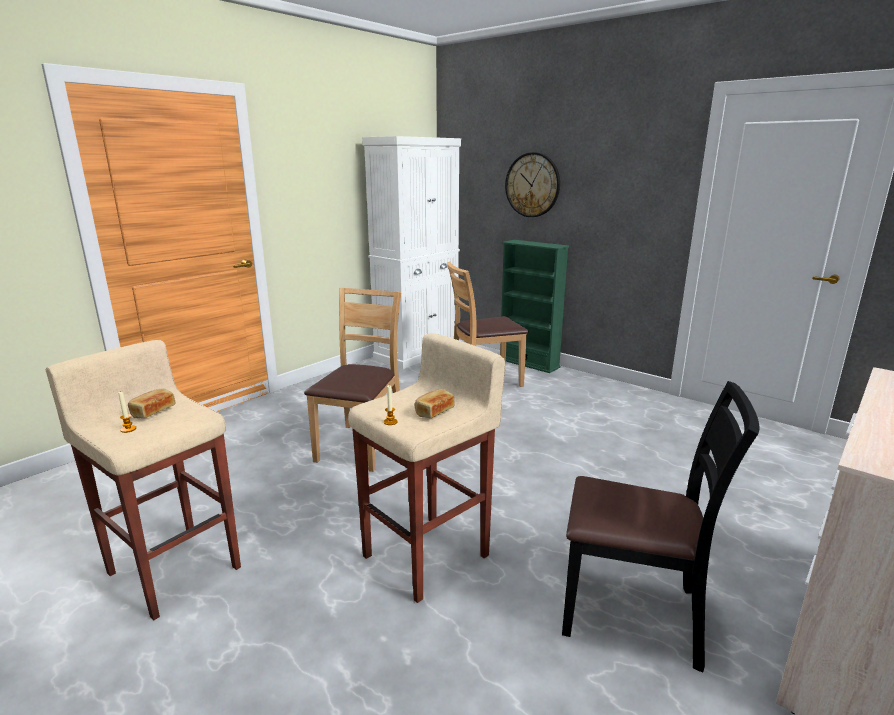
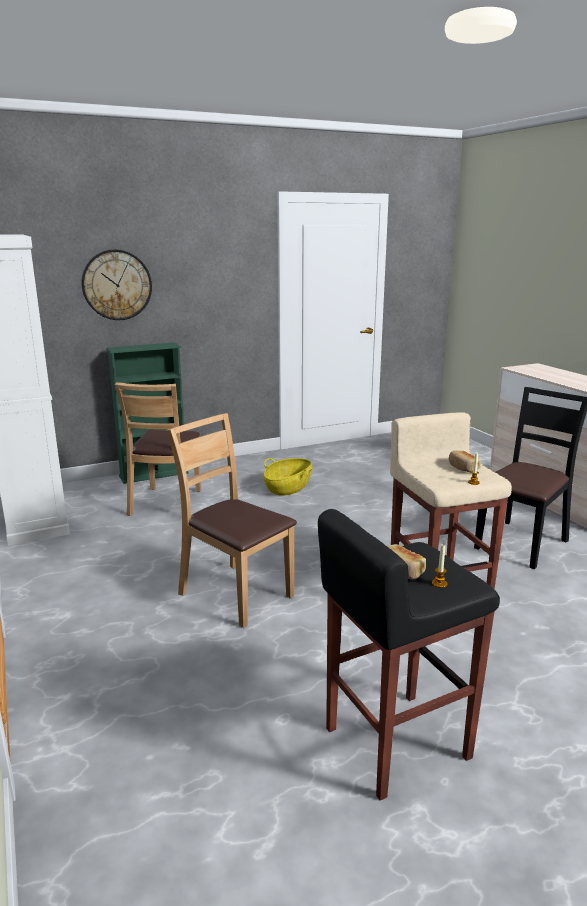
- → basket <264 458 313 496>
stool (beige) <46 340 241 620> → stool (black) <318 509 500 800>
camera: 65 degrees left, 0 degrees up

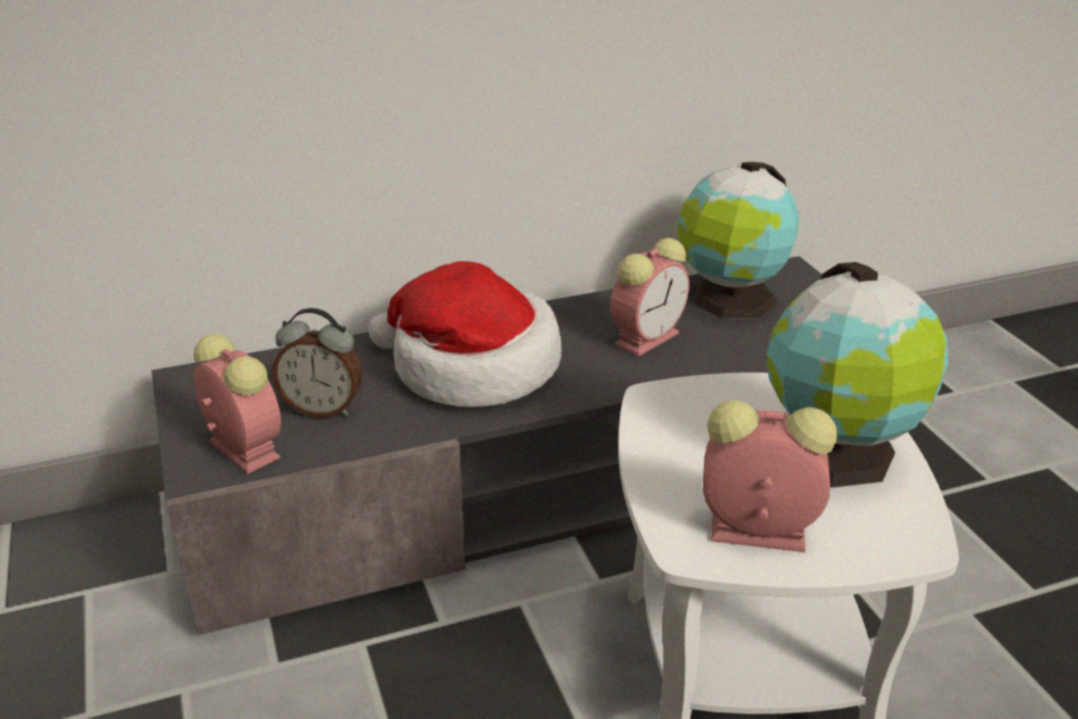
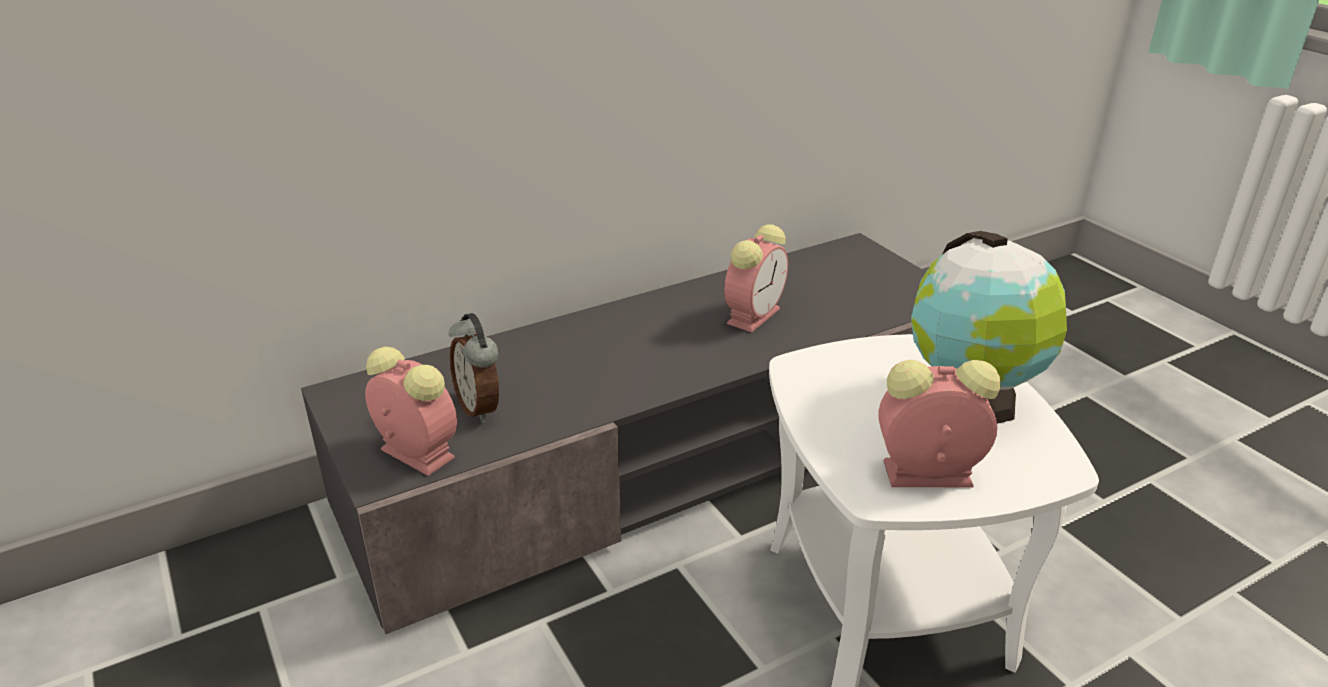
alarm clock <272 308 363 418> → alarm clock <449 313 499 423>, 60 degrees clockwise
hat <369 261 561 408> → -
globe <677 162 799 318> → -
camera: 10 degrees left, 0 degrees up

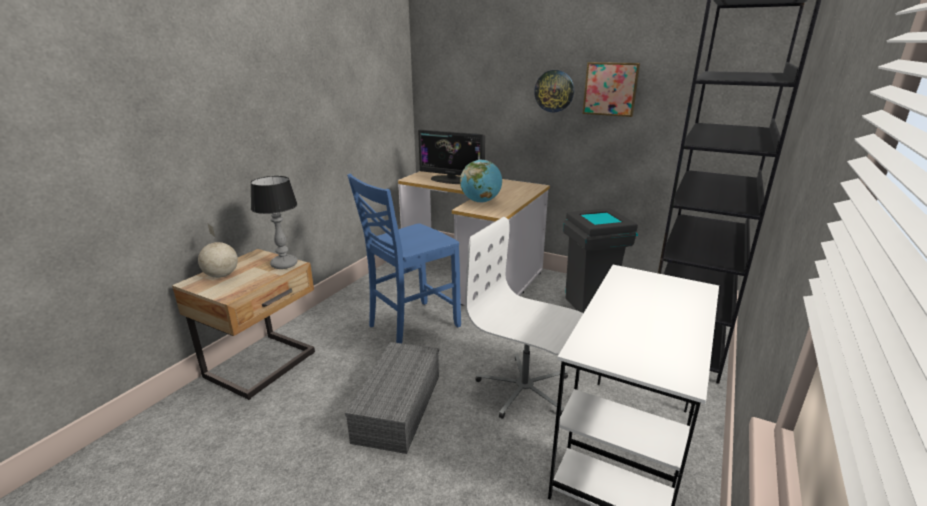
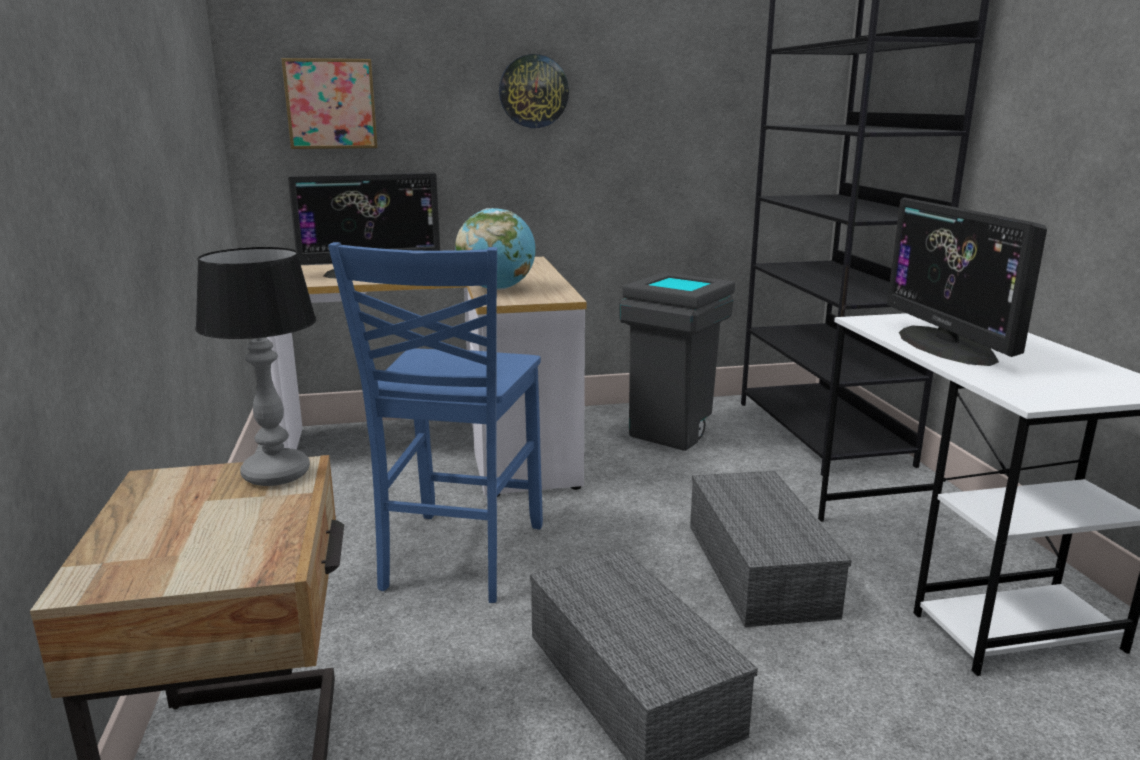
picture <583 62 640 117> → picture <281 58 378 149>, move
office chair (white) <465 217 583 419> → storage box (grey) <690 471 852 627>
- → monitor <887 197 1047 366>
globe <198 224 238 278> → -
camera: 40 degrees left, 5 degrees down

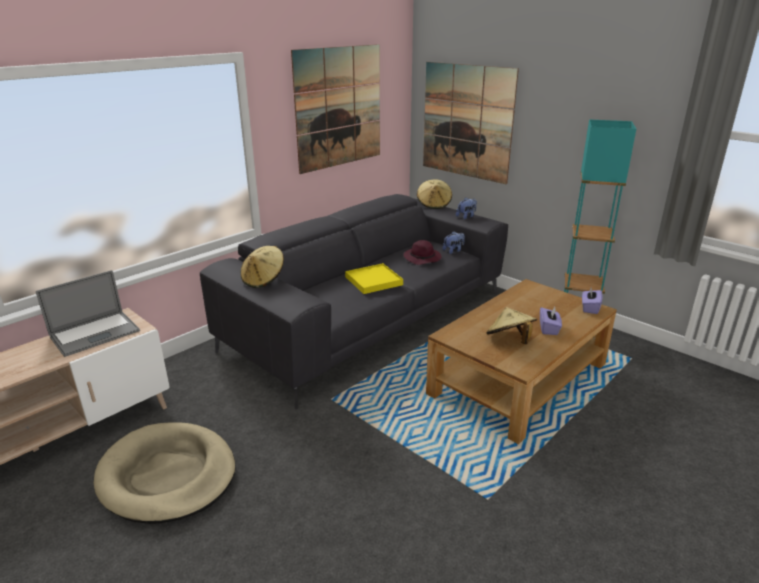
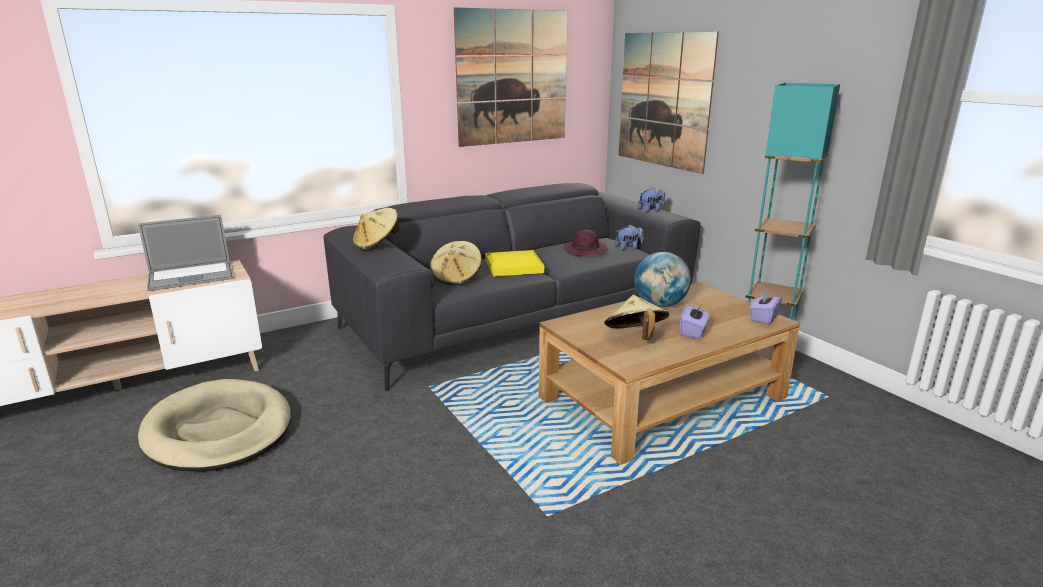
hat (beige) <417 179 452 209> → hat (beige) <430 241 482 285>, move
- → globe <634 252 691 307>
camera: 15 degrees right, 5 degrees down

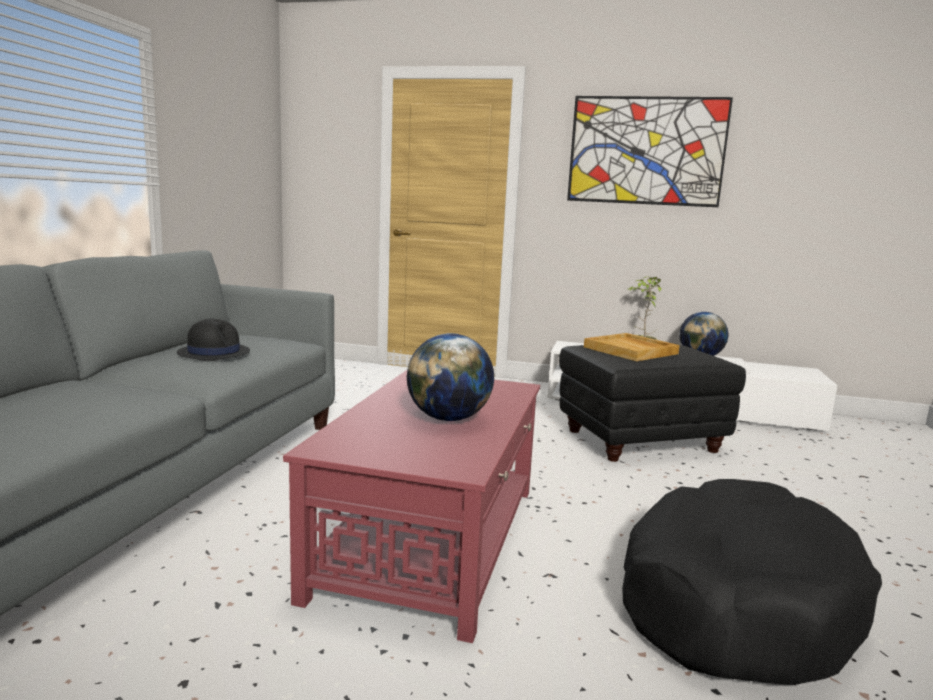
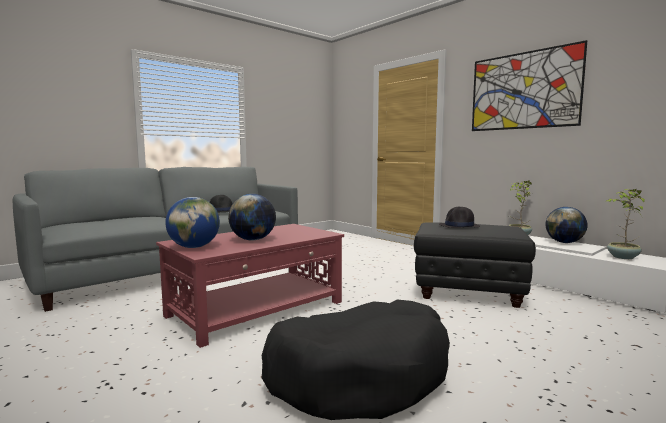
- → globe <165 197 220 248>
tray (beige) <584 333 680 361> → hat (black) <439 207 480 228>
- → potted plant <606 189 645 259>
camera: 35 degrees right, 5 degrees down

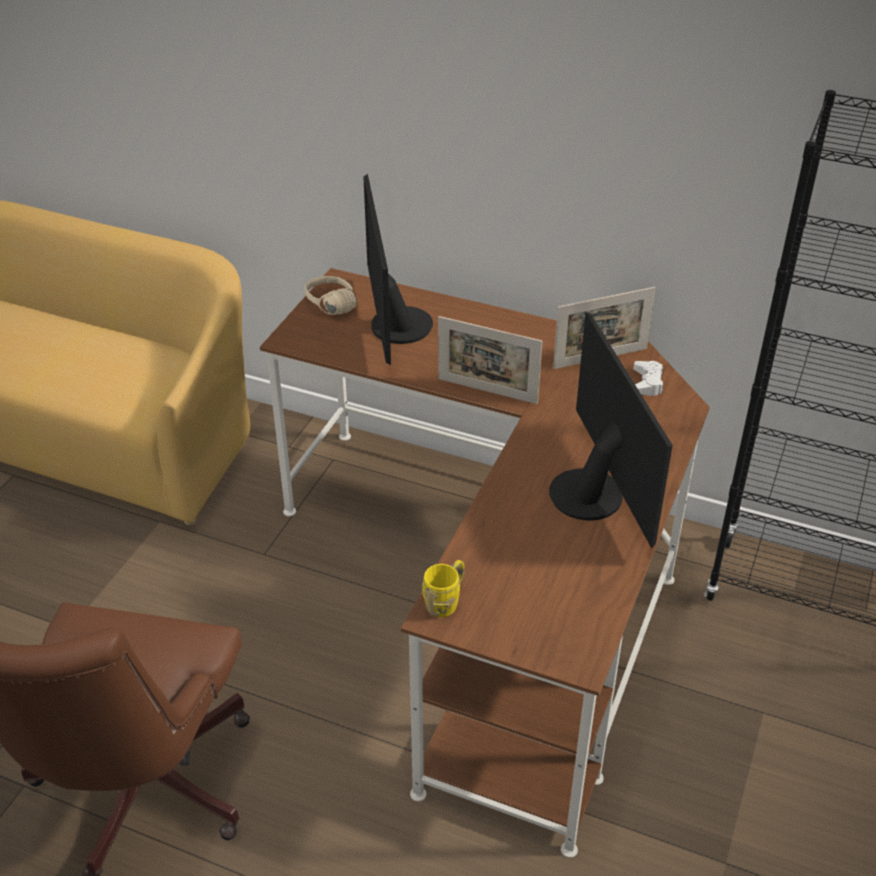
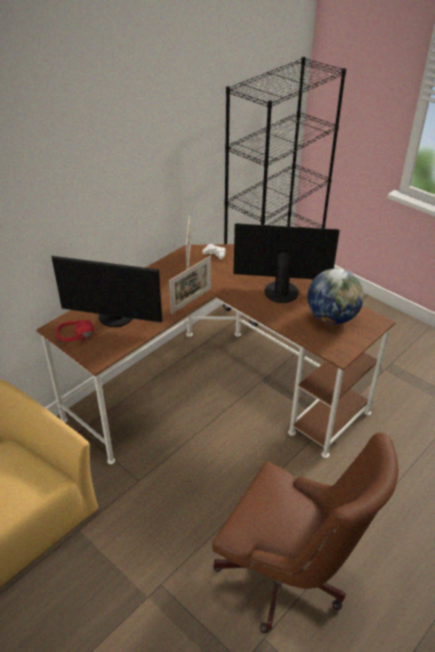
headphones (beige) <304 276 357 315> → headphones (red) <55 320 94 341>
- → globe <307 268 364 324>
mug (yellow) <422 560 465 617> → -
camera: 70 degrees left, 0 degrees up

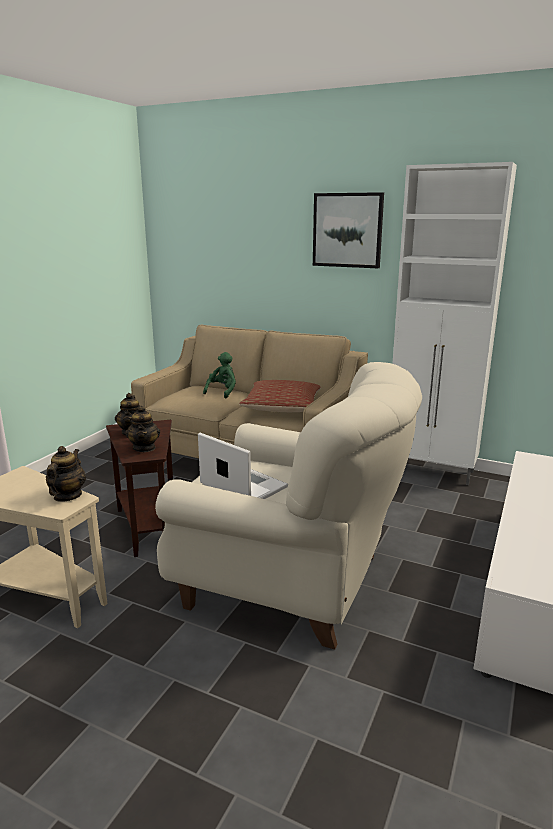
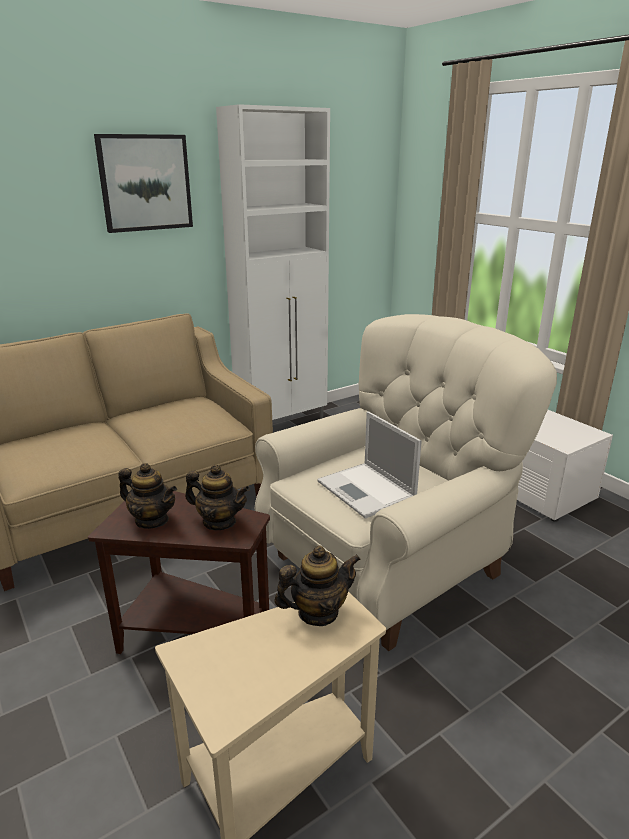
teapot <46 446 86 502> → teapot <274 546 361 626>, 120 degrees clockwise
laptop <198 433 288 499> → laptop <317 411 422 519>, 105 degrees counterclockwise
plush toy (green) <203 352 236 398> → -
pillow <239 380 321 412> → -
camera: 60 degrees left, 5 degrees up

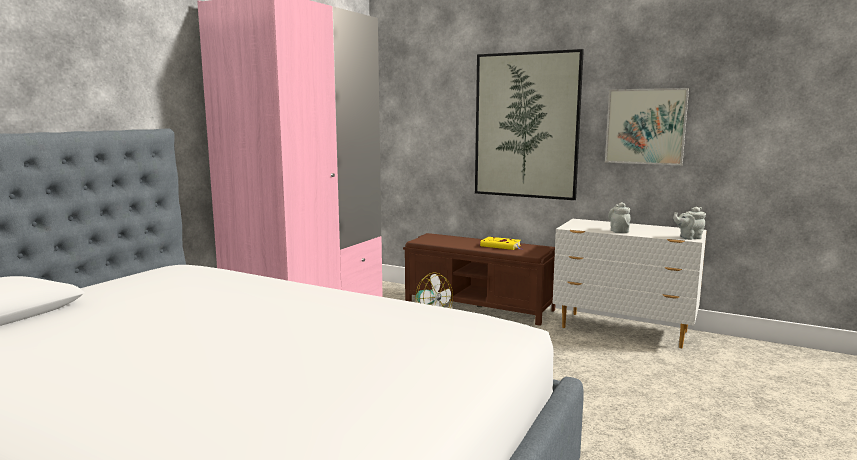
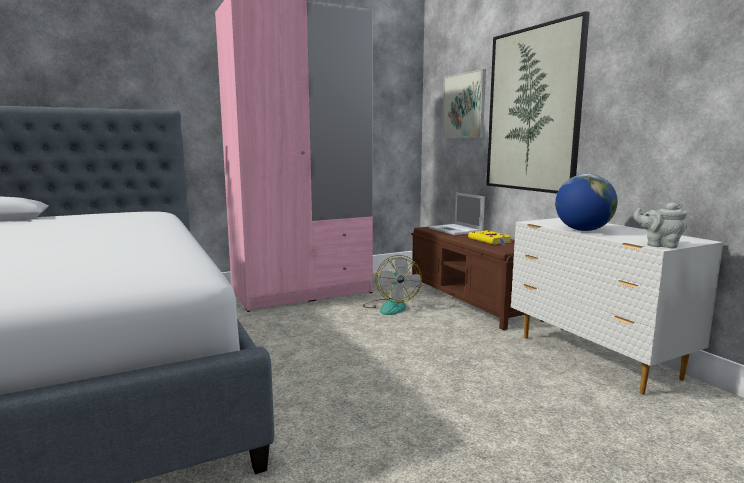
- → laptop <429 192 485 235>
picture <605 88 689 165> → picture <442 69 486 138>, move
teapot (grey) <608 202 630 233> → globe <555 174 618 231>
camera: 35 degrees right, 0 degrees up

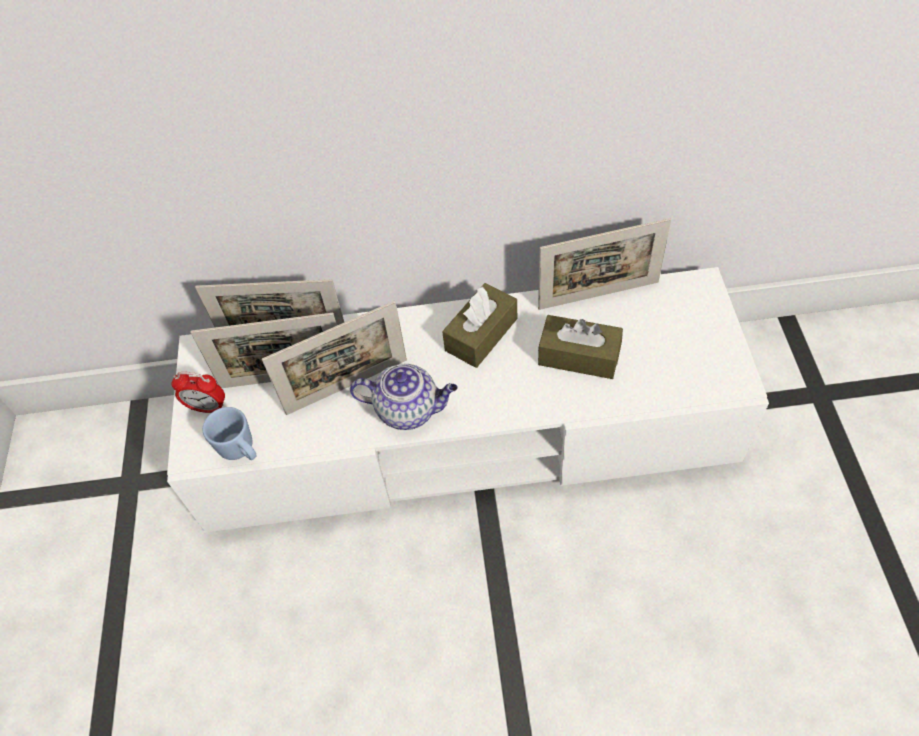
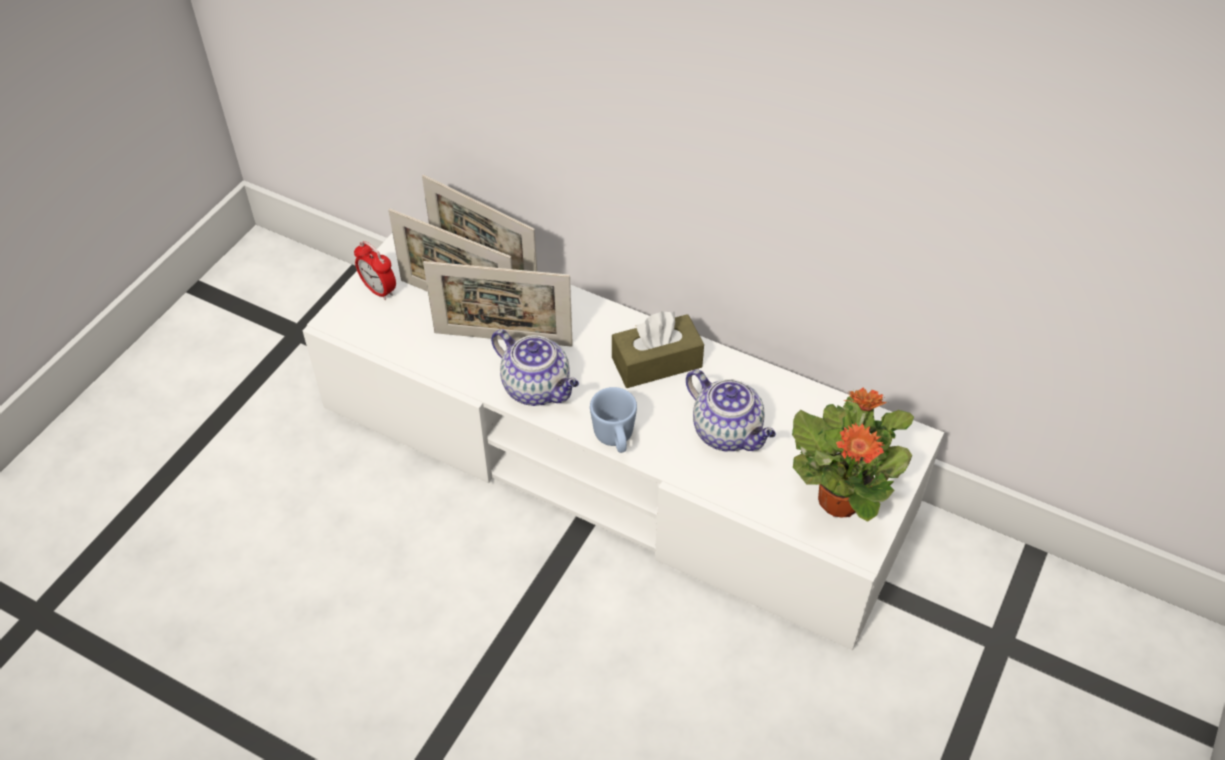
mug (blue) <203 407 257 460> → mug (blue) <590 387 637 453>, move
tissue box (brown) <538 315 623 379> → teapot <686 369 776 451>
- → potted plant <792 387 914 522>
picture frame <538 218 671 310> → -
camera: 30 degrees right, 5 degrees down

